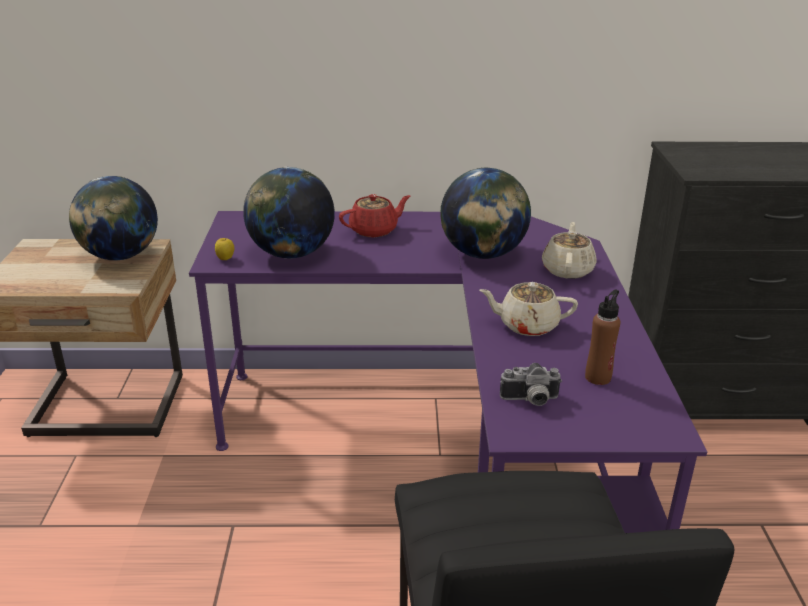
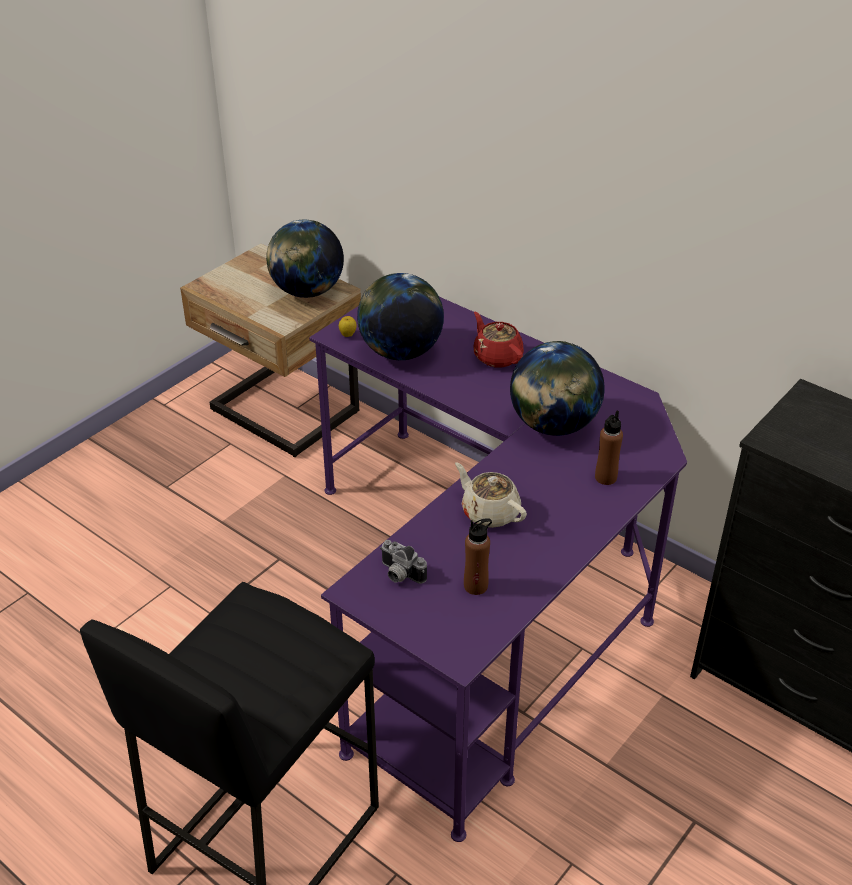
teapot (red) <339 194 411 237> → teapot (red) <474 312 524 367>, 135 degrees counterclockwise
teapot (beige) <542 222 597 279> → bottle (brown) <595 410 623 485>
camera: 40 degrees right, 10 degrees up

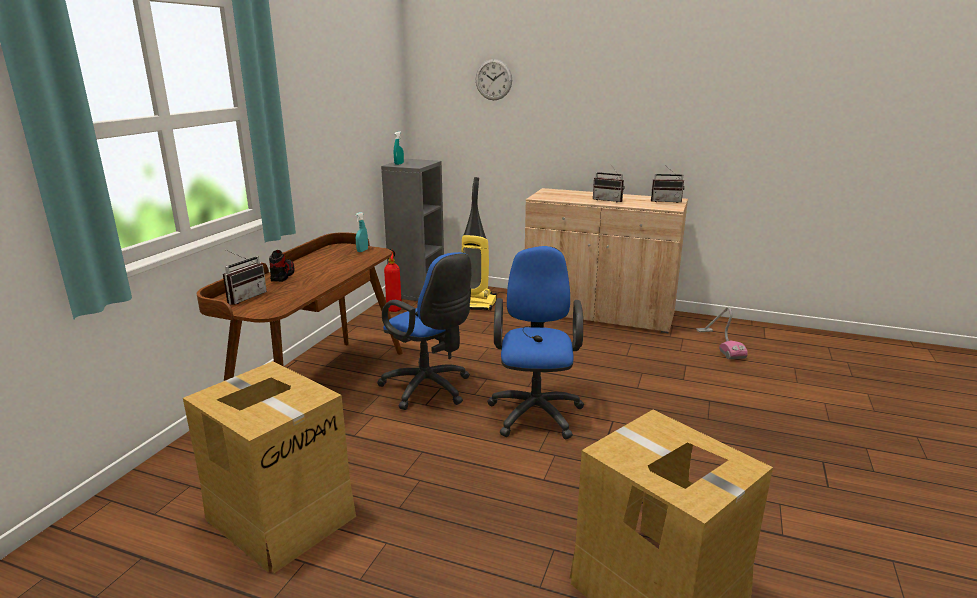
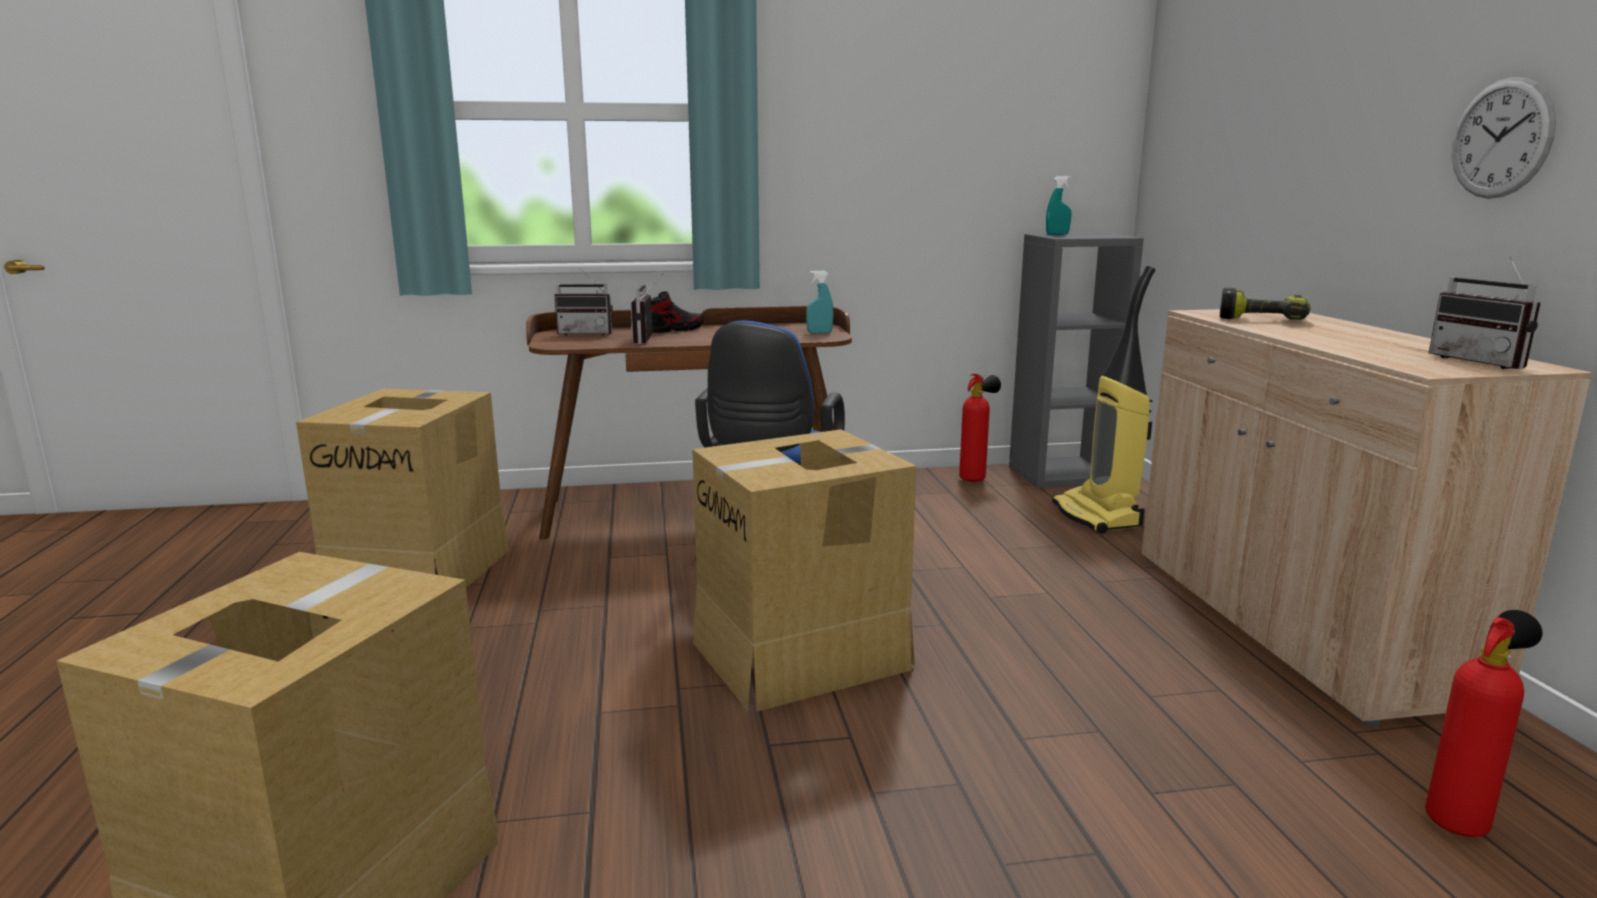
radio <593 165 624 202> → radio <631 273 663 344>, move
office chair (blue) <487 246 584 439> → cardboard box <692 429 916 712>
- → power drill <1220 288 1310 320>
vacuum cleaner <696 307 748 359> → fire extinguisher <1425 610 1543 837>
wall clock <476 59 512 100> → wall clock <1452 77 1556 199>, move
camera: 60 degrees right, 5 degrees down

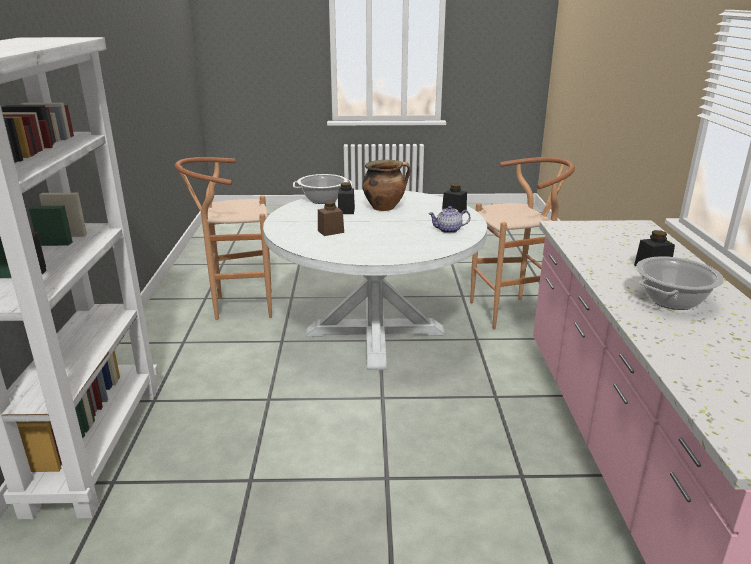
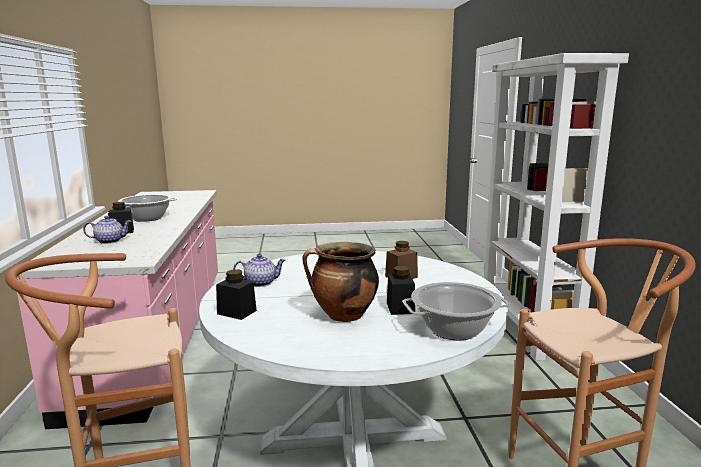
- → teapot <83 216 131 244>
camera: 175 degrees right, 10 degrees down

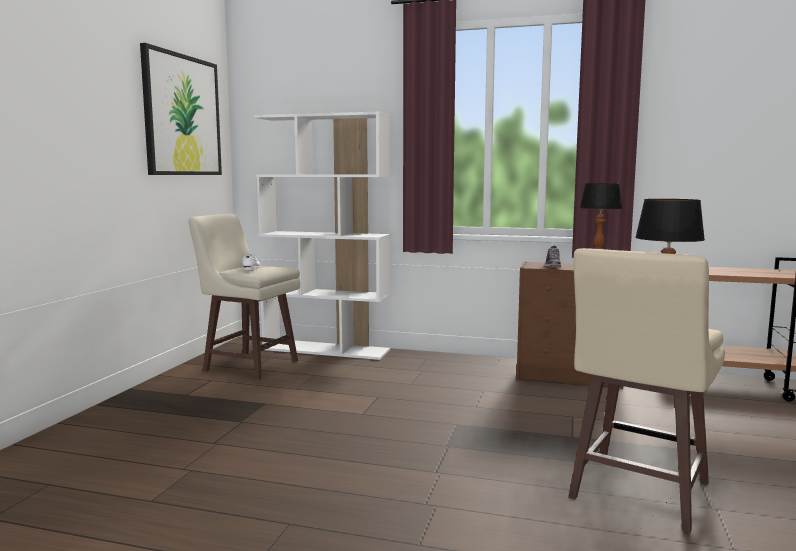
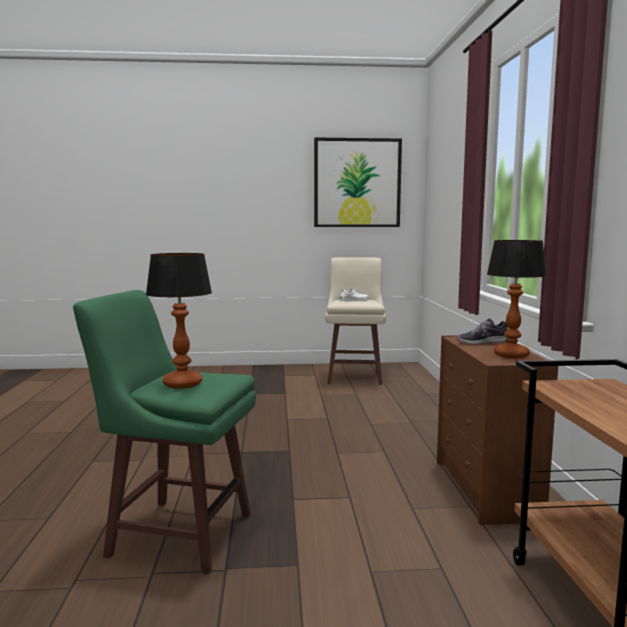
stool (beige) <568 248 725 533> → stool (green) <73 290 256 574>
bookcase (white) <254 112 390 360> → -
camera: 70 degrees right, 0 degrees up

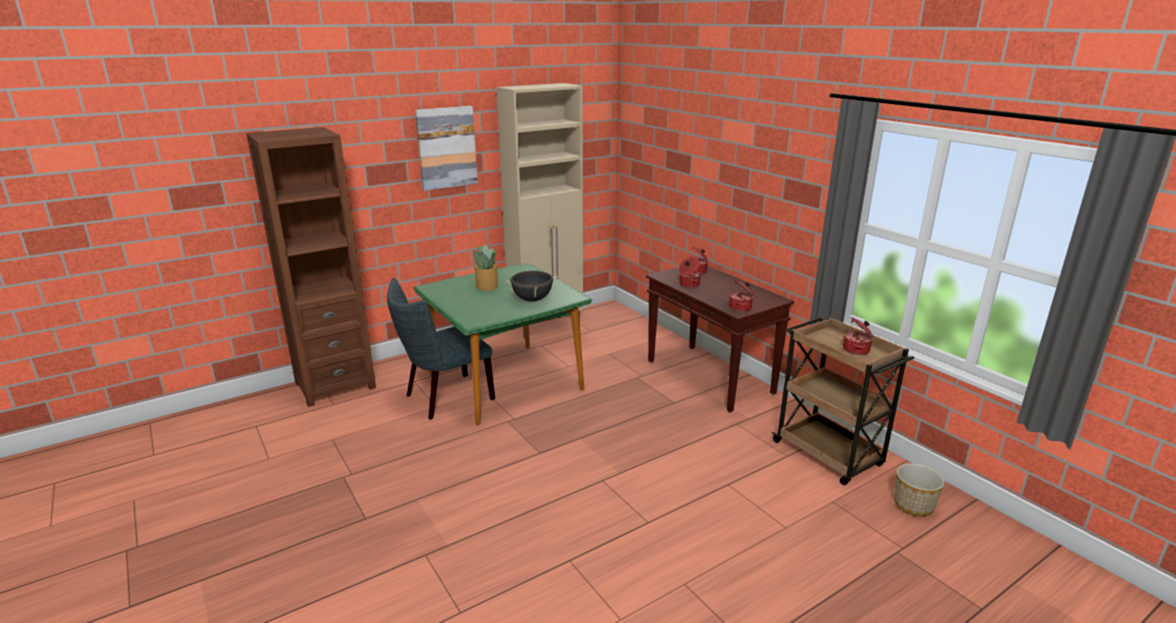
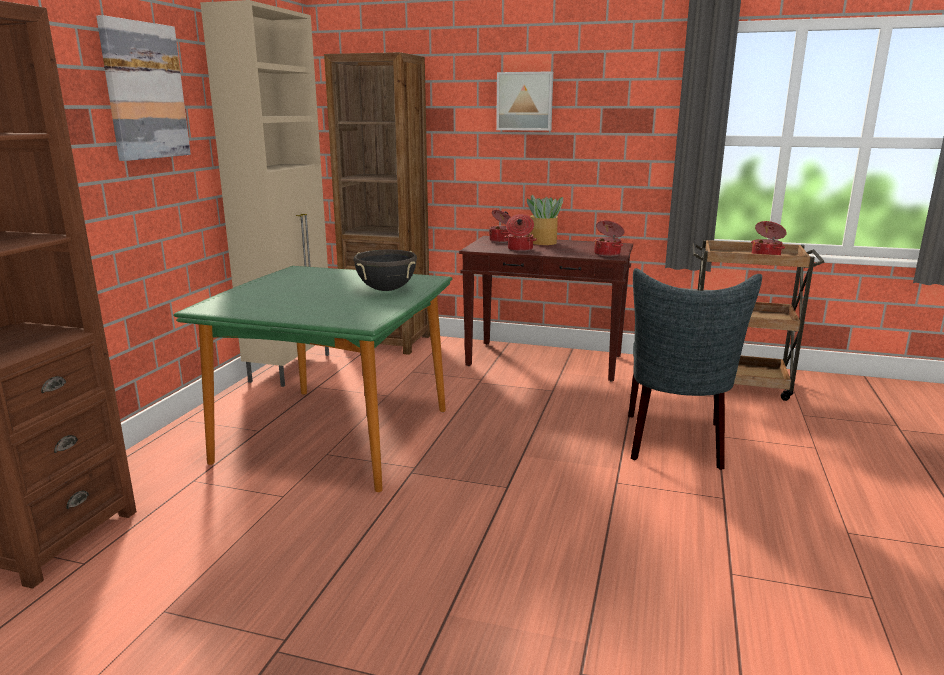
- → bookcase (brown) <324 52 430 355>
- → picture <496 71 553 131>
potted plant <473 244 498 291> → potted plant <527 195 563 245>, move
chair (grey) <387 278 495 420> → chair (grey) <628 268 762 470>, move
planter <894 463 945 516> → -
camera: 40 degrees left, 5 degrees down

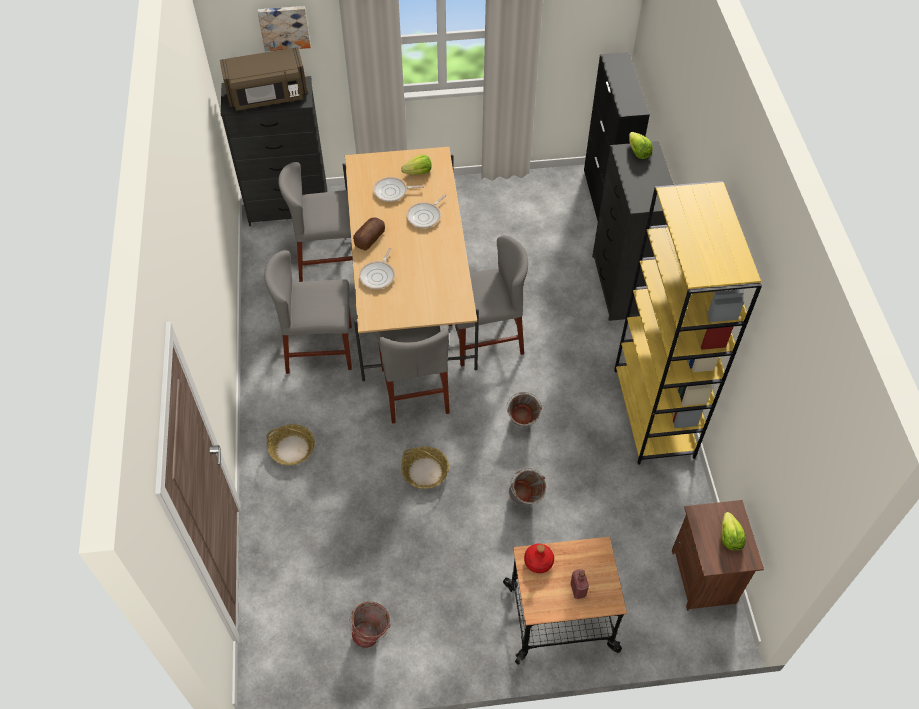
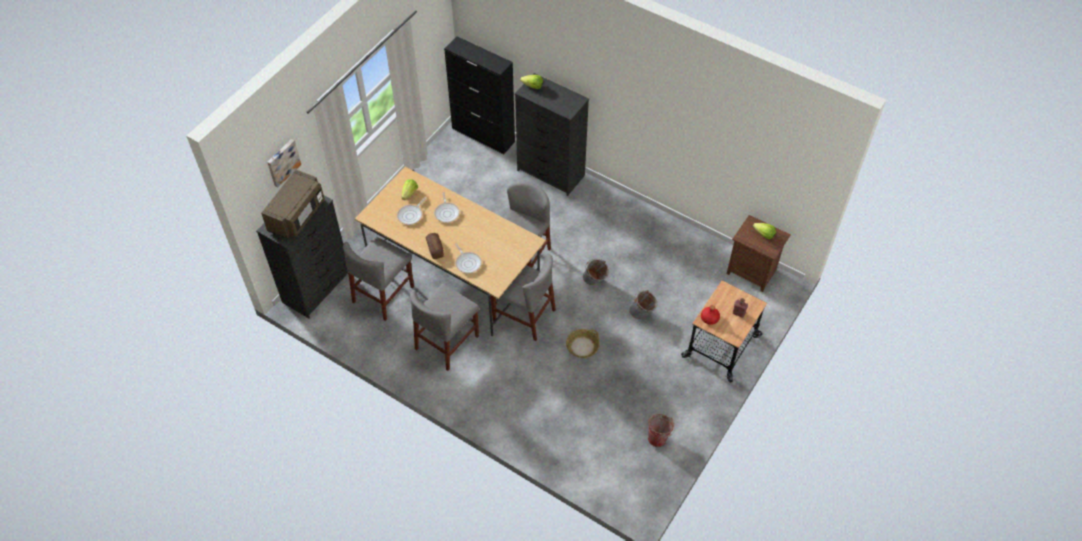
basket <267 424 315 465> → -
bookcase (yellow) <614 181 762 465> → -
camera: 50 degrees left, 0 degrees up

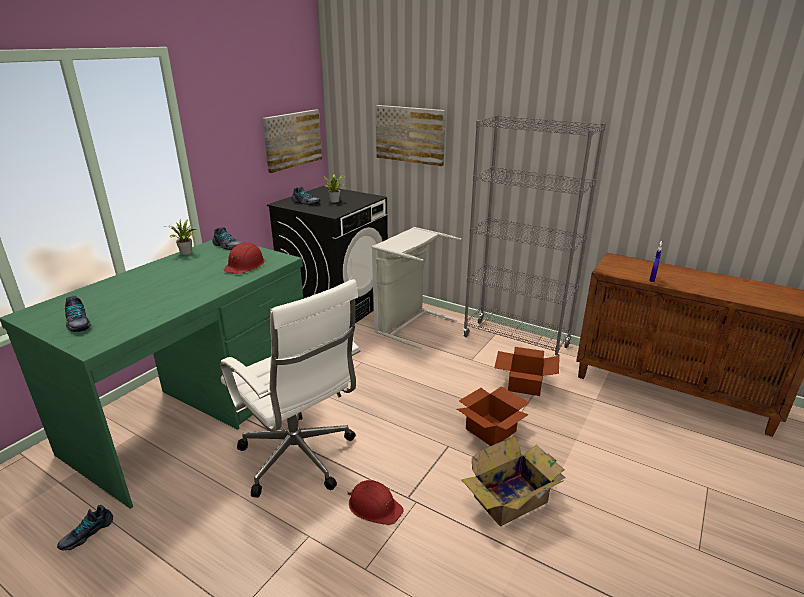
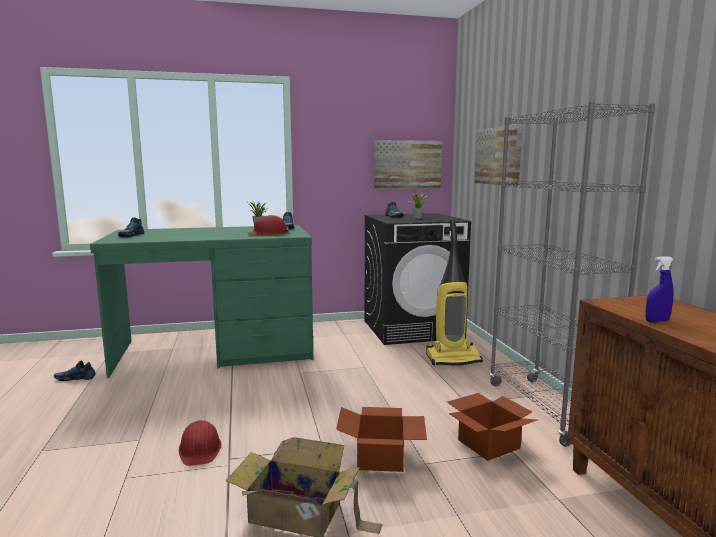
laundry basket (grey) <372 227 461 349> → vacuum cleaner <426 219 483 365>
office chair (white) <220 279 360 498> → -
camera: 45 degrees right, 15 degrees down

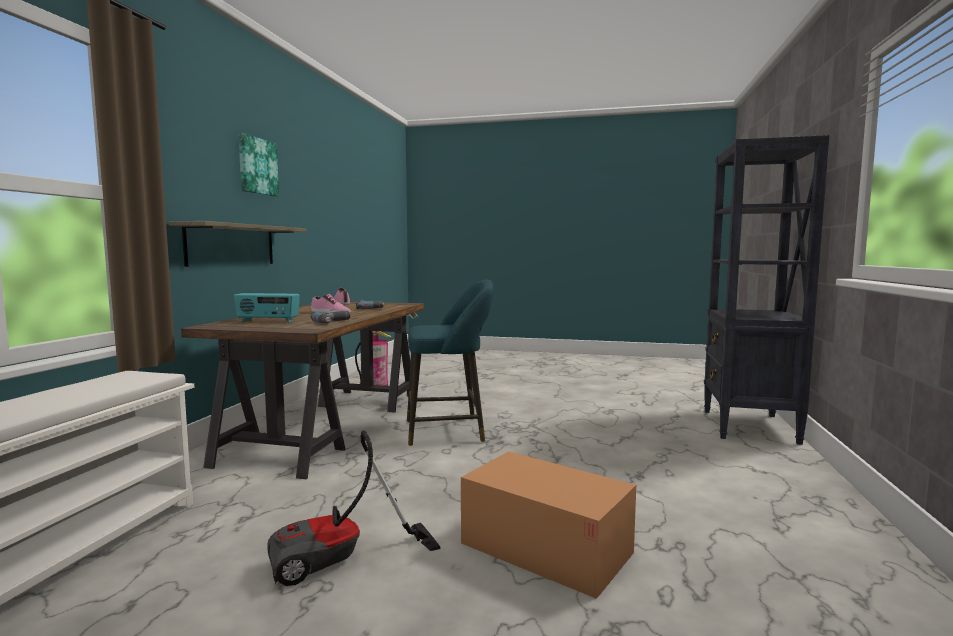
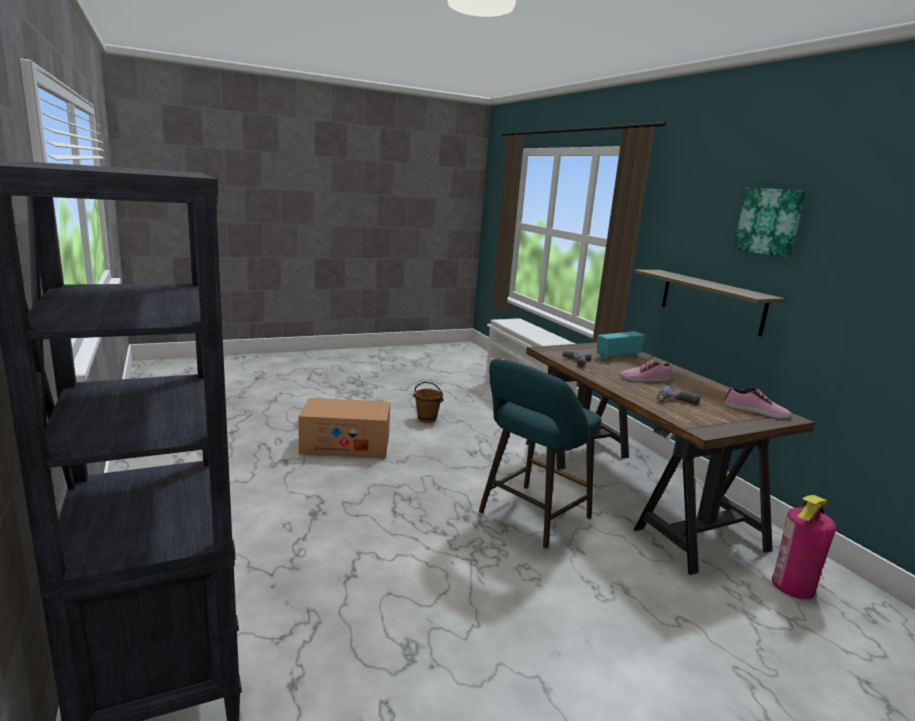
vacuum cleaner <267 430 441 586> → bucket (brown) <413 381 444 423>
camera: 140 degrees right, 10 degrees up

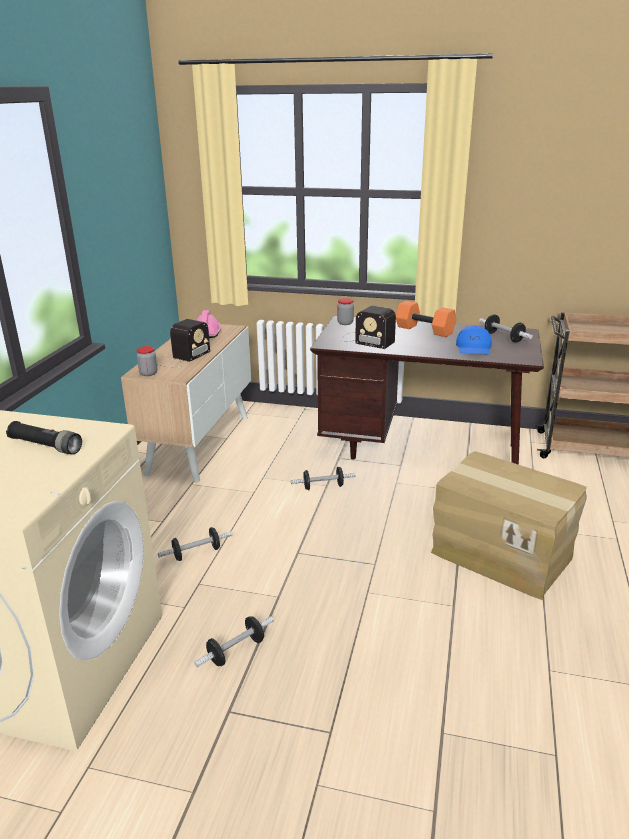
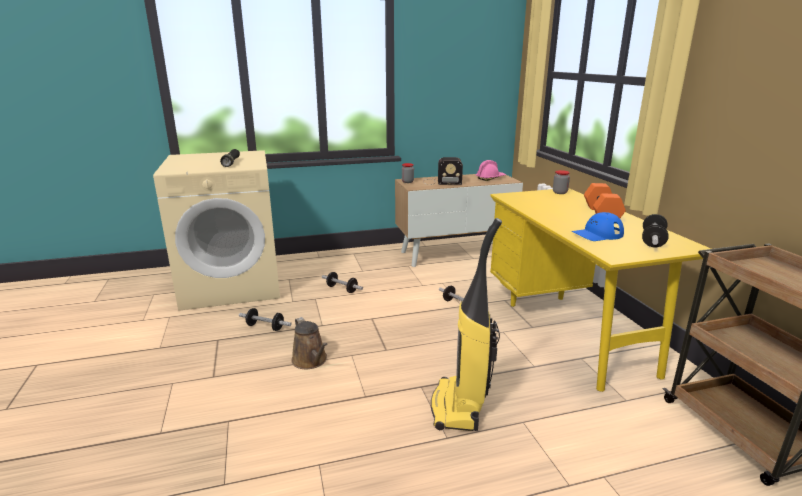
- → watering can (brown) <291 317 327 369>
cardboard box <431 451 587 600> → vacuum cleaner <431 218 502 431>
desk (brown) <310 316 544 465> → desk (yellow) <490 188 711 392>
radio <341 306 396 349> → -
camera: 60 degrees right, 5 degrees down

